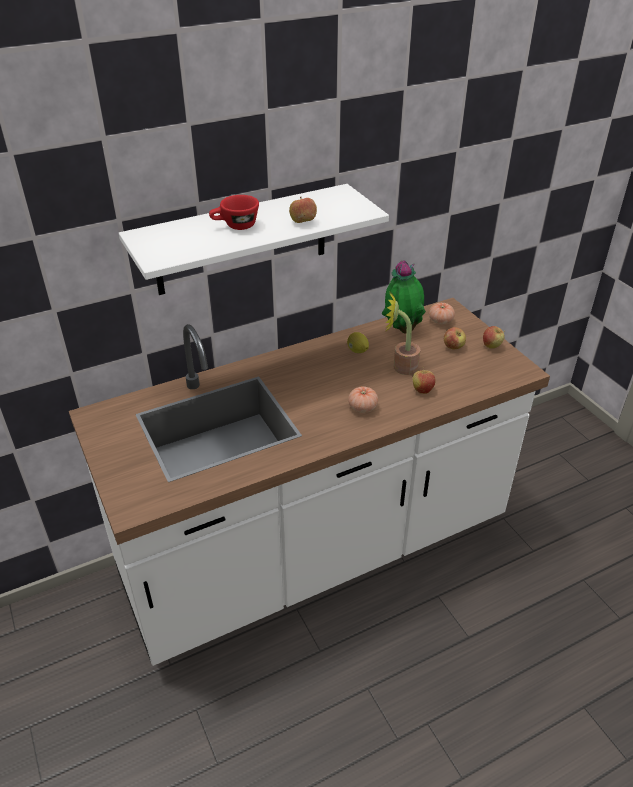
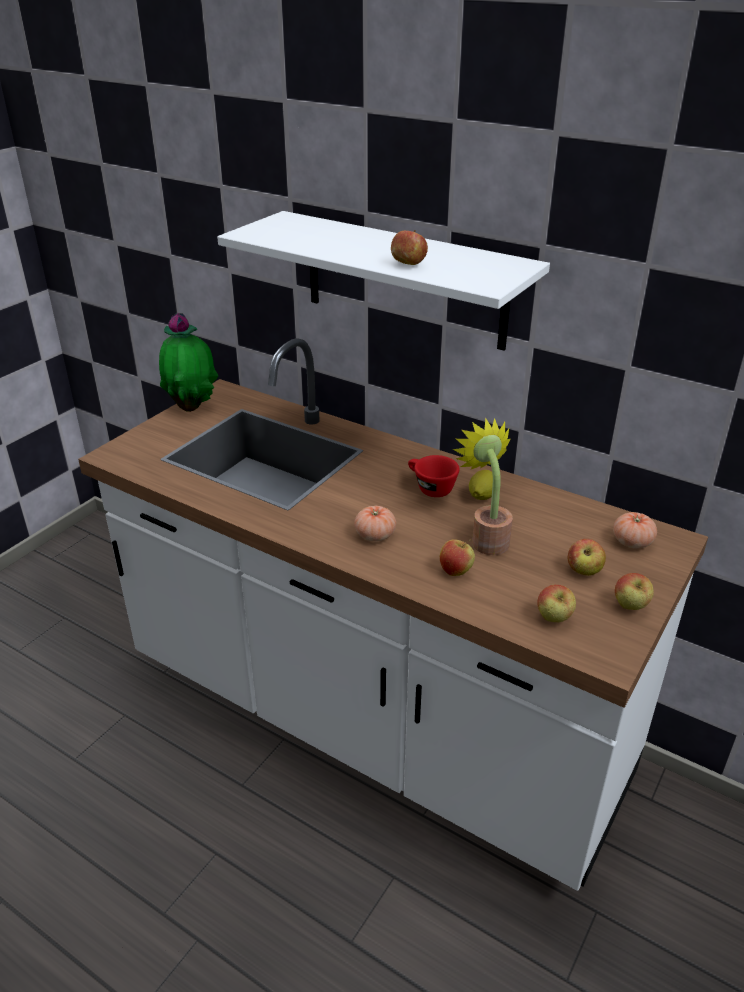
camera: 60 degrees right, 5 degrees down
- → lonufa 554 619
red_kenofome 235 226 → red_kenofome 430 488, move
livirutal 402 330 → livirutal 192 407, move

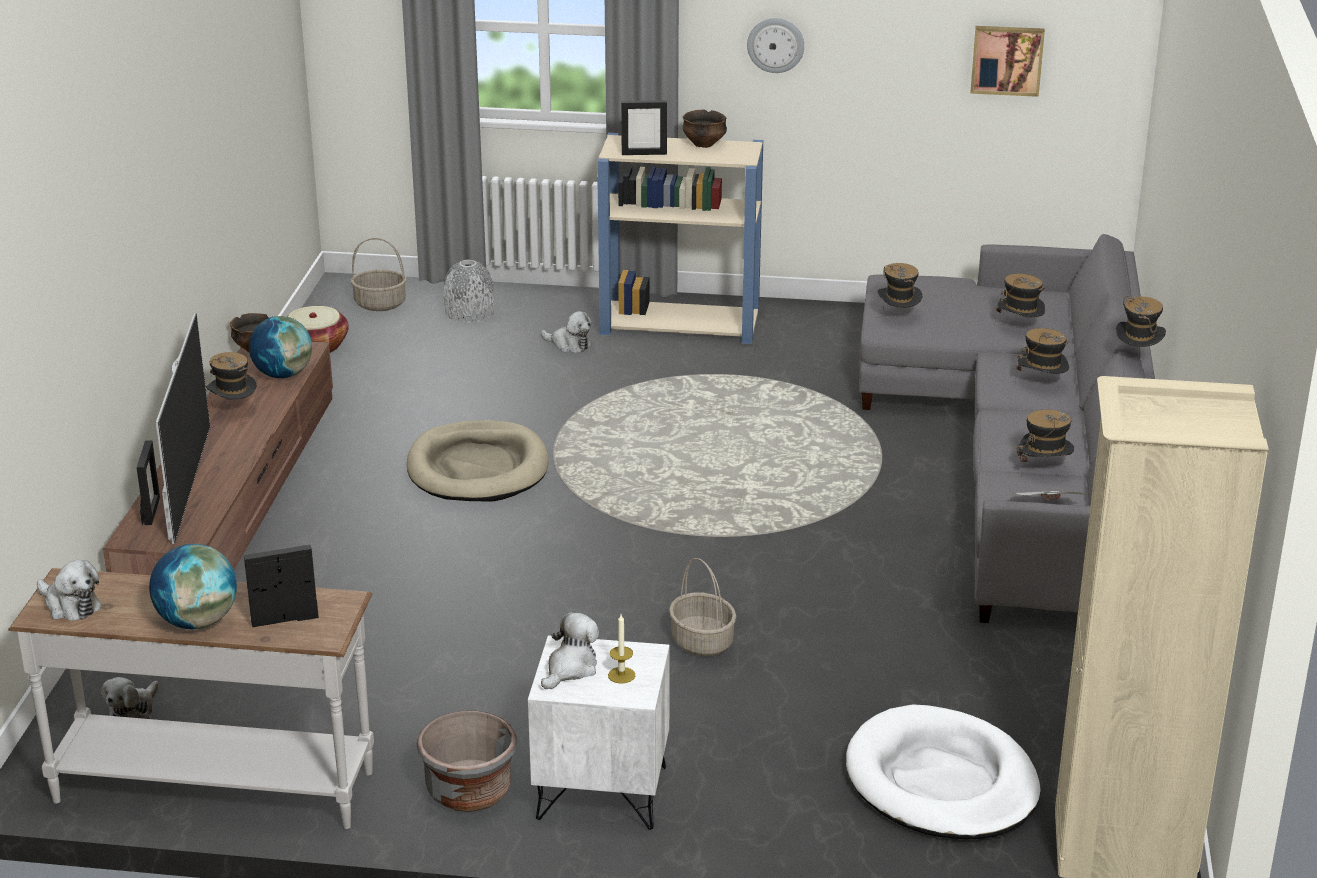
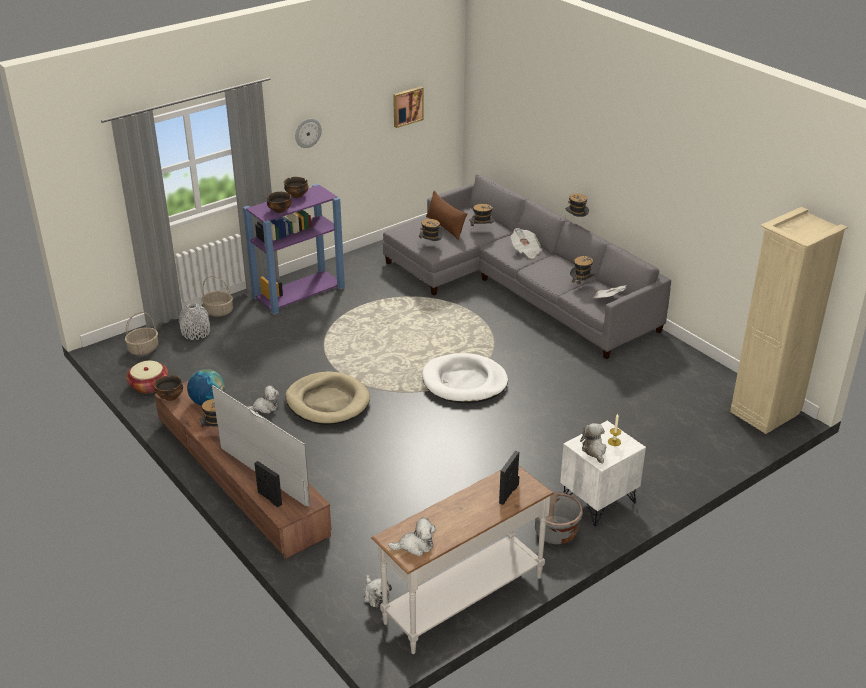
camera: 45 degrees left, 5 degrees up
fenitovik 197 621 → -
- → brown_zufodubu 445 227
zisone 569 345 → zisone 265 407, move
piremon 701 642 → piremon 218 311, move
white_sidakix 941 782 → white_sidakix 464 382, move
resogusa 644 153 → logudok 280 210
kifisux 1040 386 → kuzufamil 525 251
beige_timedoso 681 323 → purple_timedoso 299 292

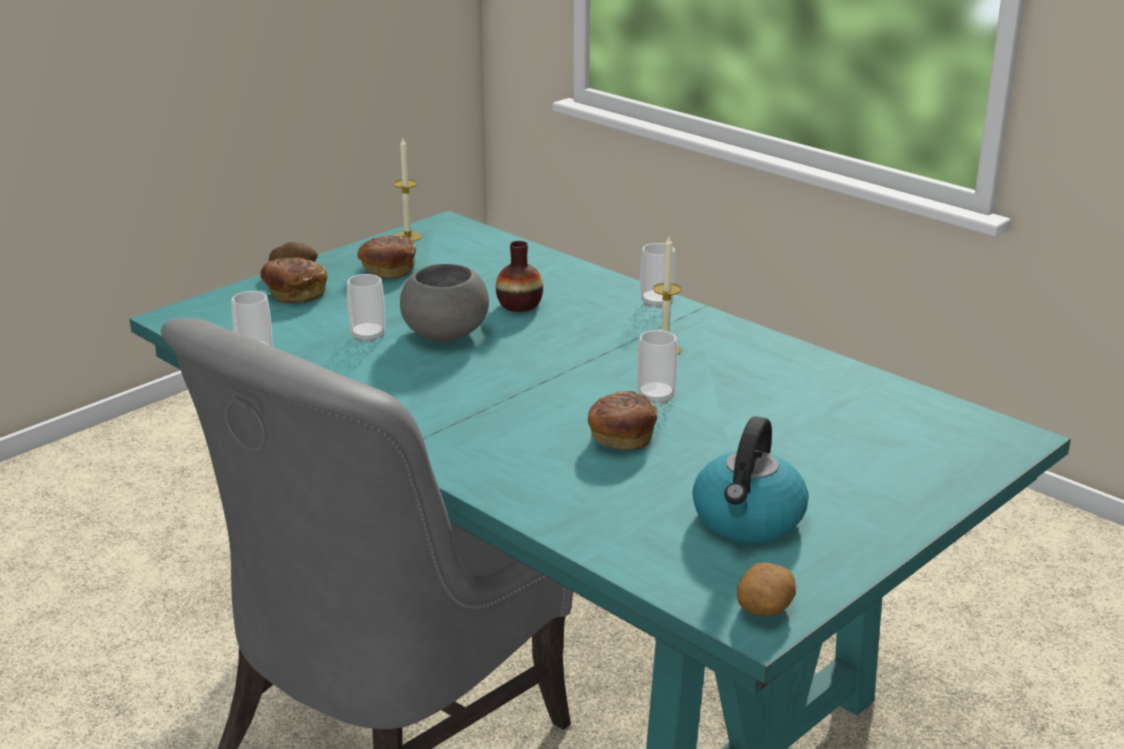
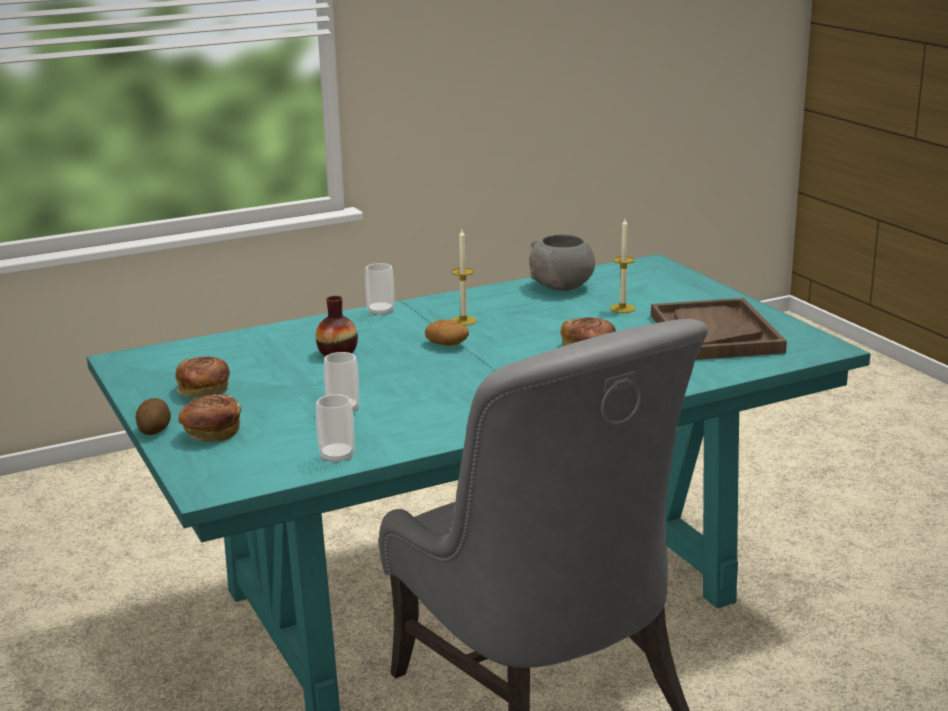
camera: 70 degrees left, 5 degrees down
kenofome 656 397 → -
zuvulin 407 237 → zuvulin 622 308, move
grey_logudok 445 334 → grey_logudok 562 287, move
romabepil 765 607 → romabepil 447 344, move
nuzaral 748 520 → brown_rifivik 715 333

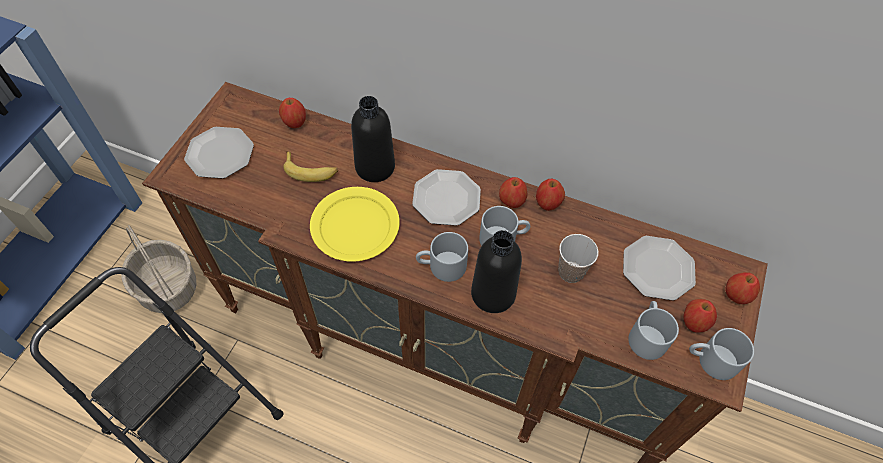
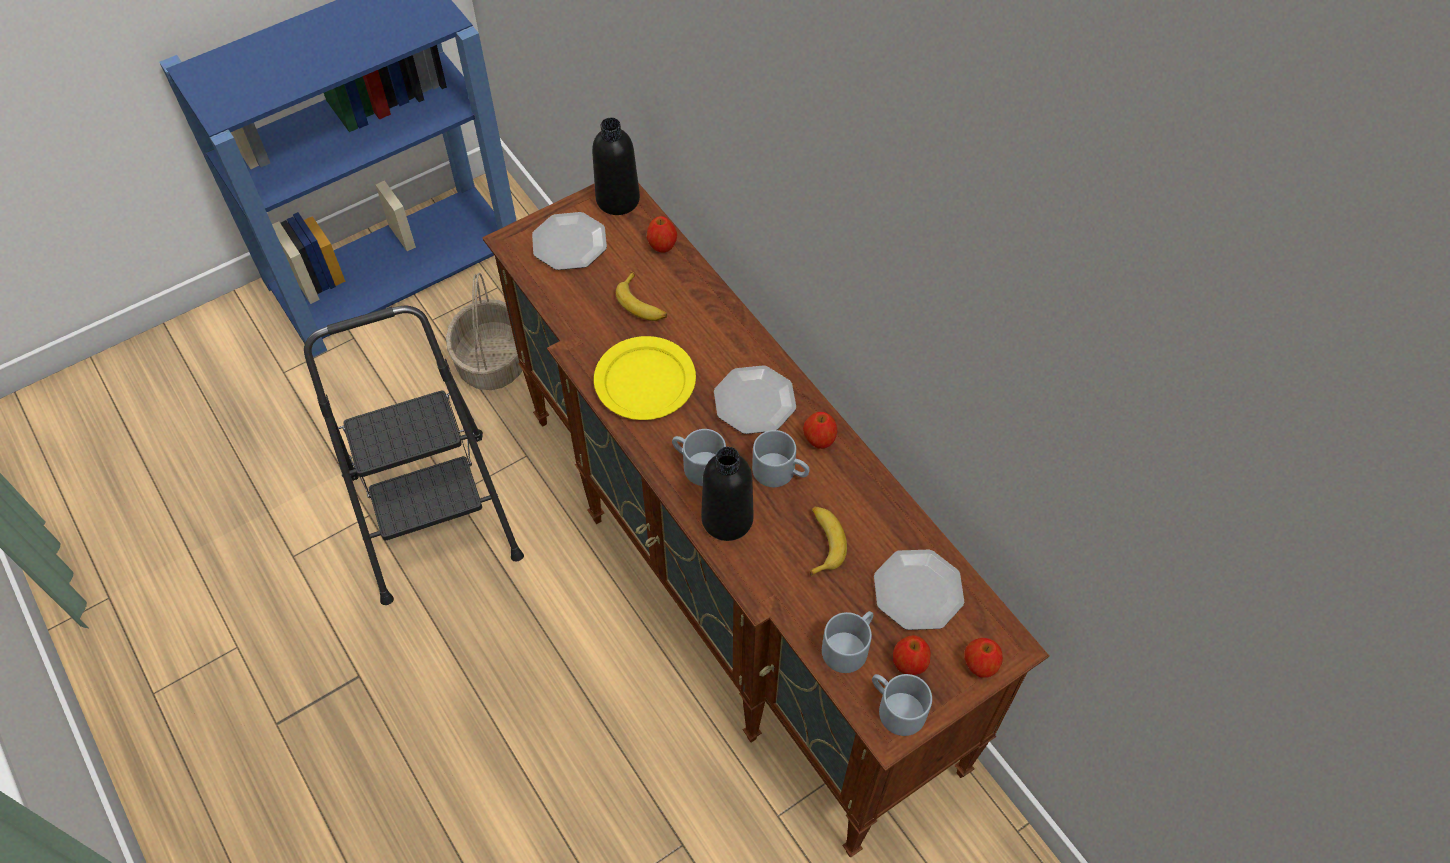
camera: 35 degrees right, 0 degrees up
lonufa 547 203 → -
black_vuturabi 375 167 → black_vuturabi 618 199, move
kenofome 570 272 → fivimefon 822 542

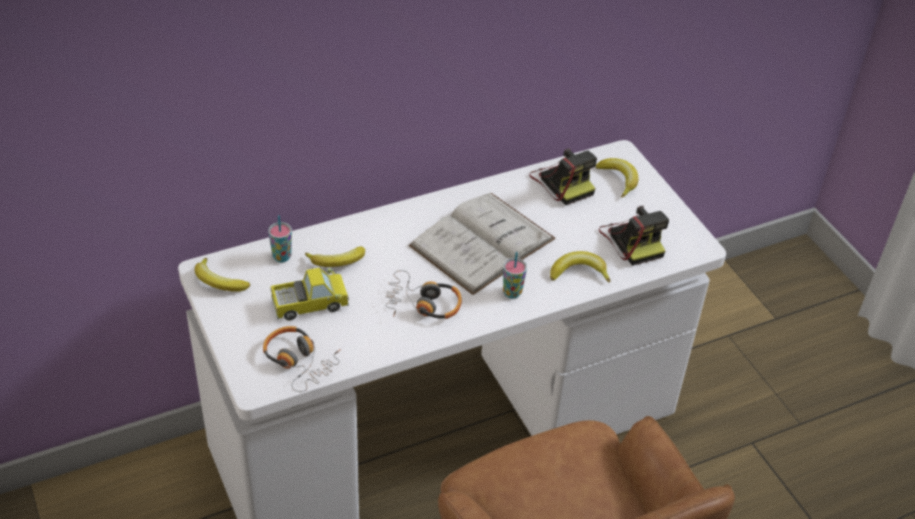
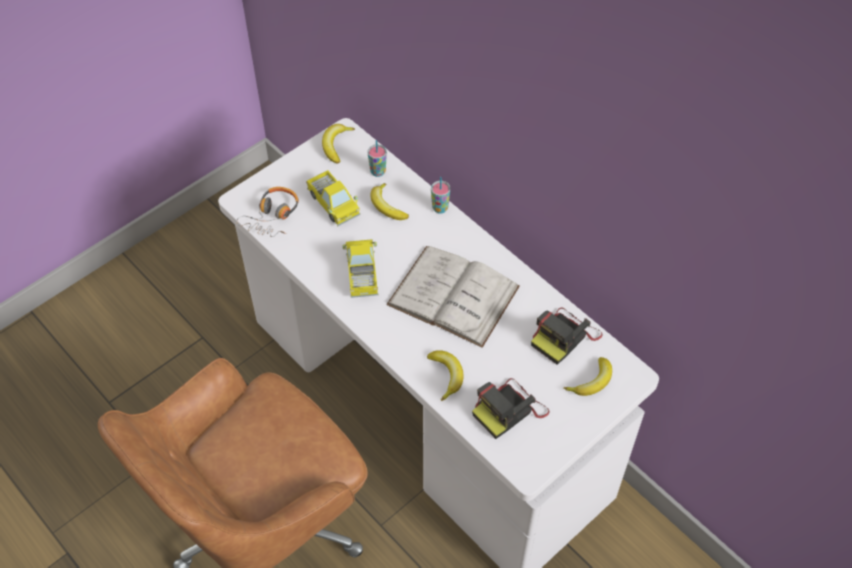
camera: 75 degrees right, 10 degrees up
kenofome 512 293 → kenofome 440 208, move
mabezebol 423 304 → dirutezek 362 274

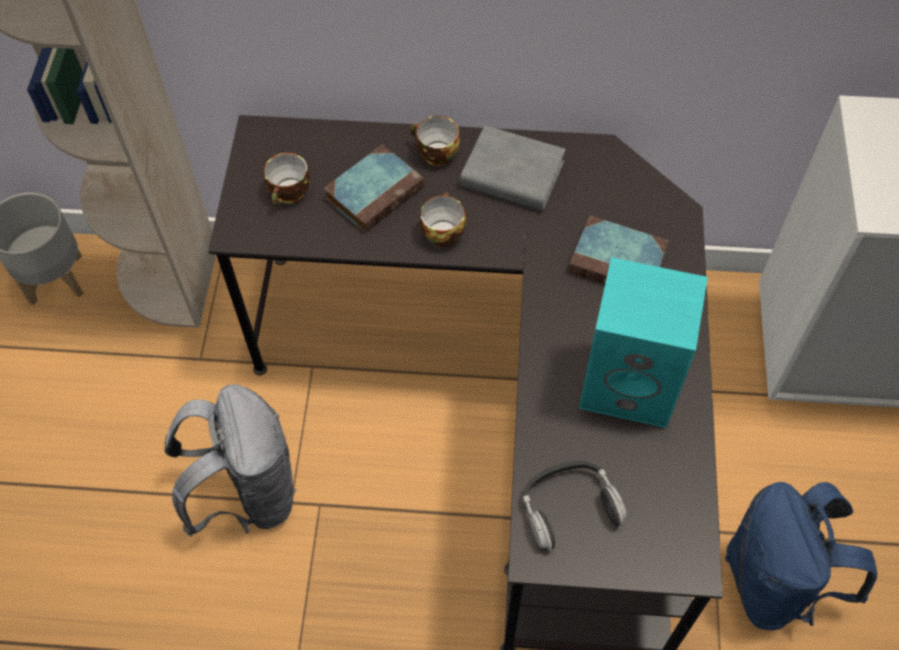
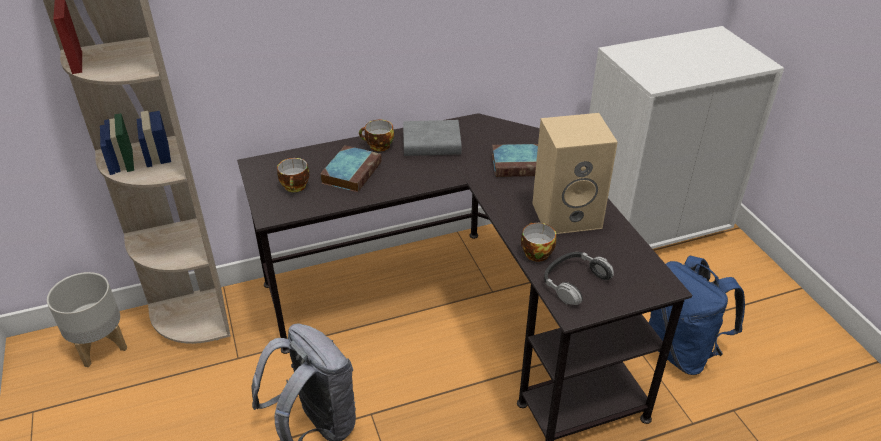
camera: 25 degrees left, 20 degrees down
kenofome 442 232 → kenofome 535 252, move
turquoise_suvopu 632 382 → beige_suvopu 567 214

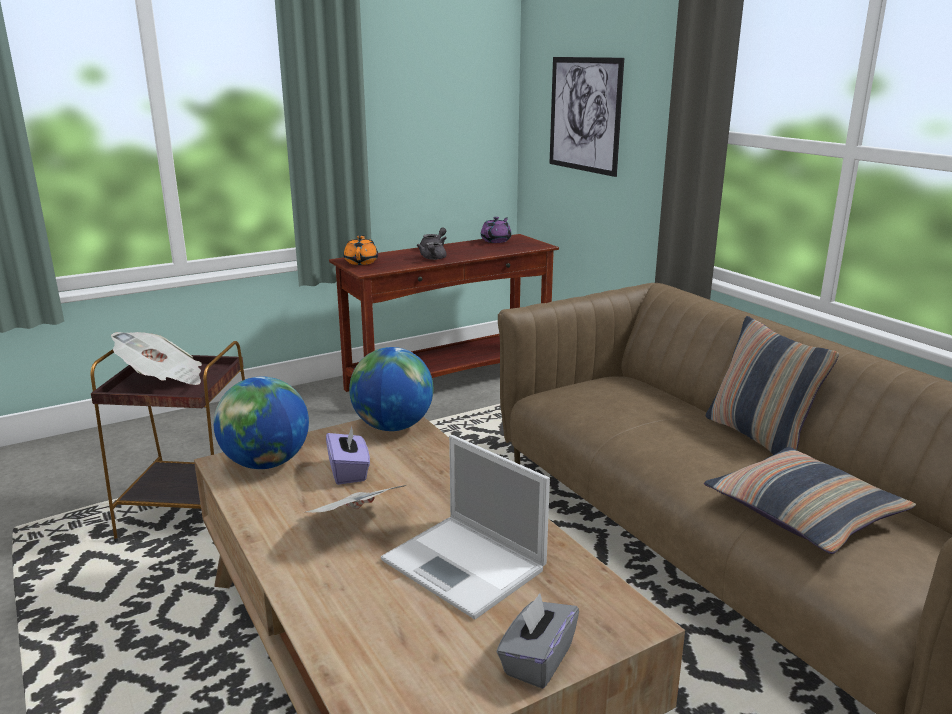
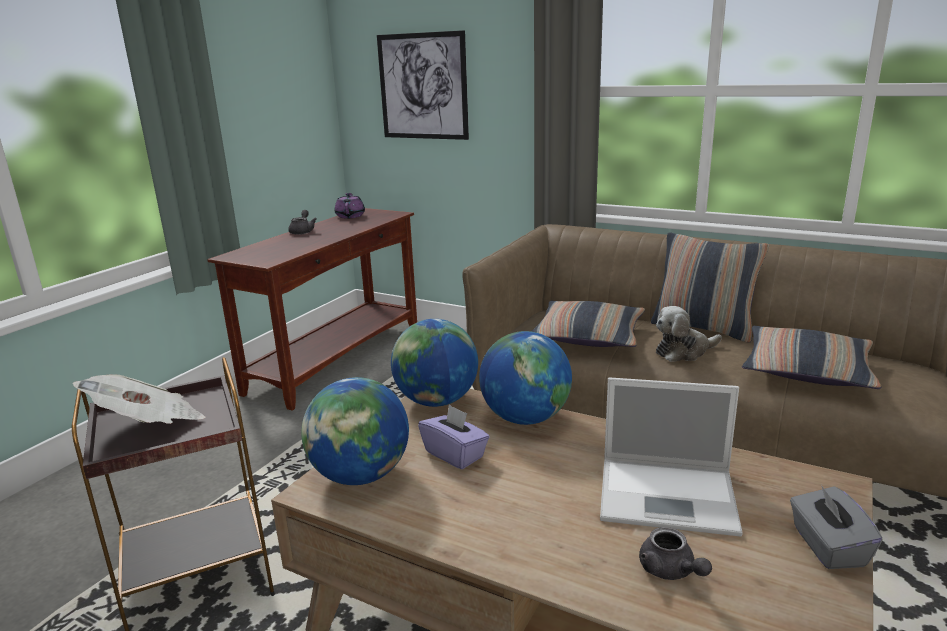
camera: 30 degrees left, 0 degrees up
kuzufamil 356 524 → -
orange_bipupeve 361 262 → -
- → fenitovik 525 418
- → zufodubu 588 336
- → zisone 683 352
grey_bipupeve 433 259 → grey_bipupeve 670 571, move

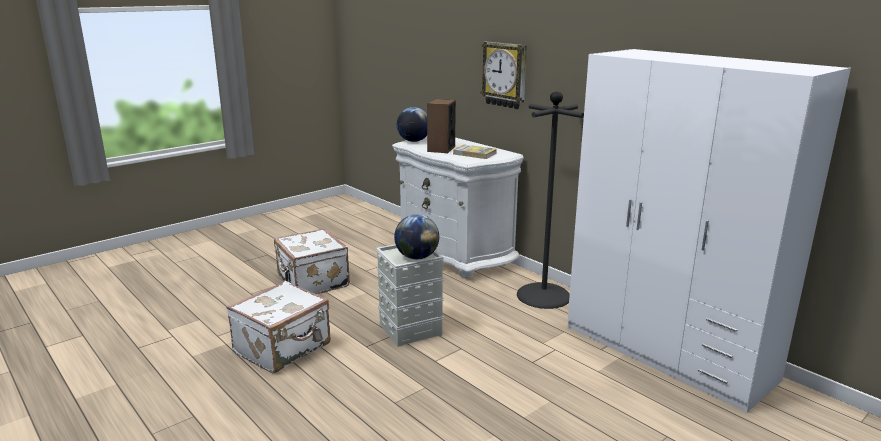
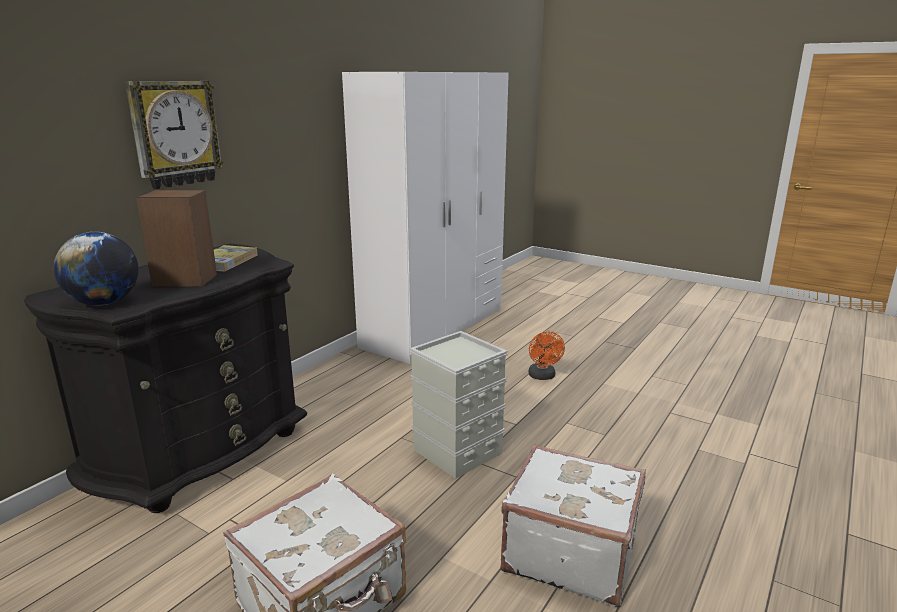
camera: 105 degrees left, 0 degrees up
fenitovik 416 257 → -
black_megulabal 543 296 → -
- → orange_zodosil 543 377
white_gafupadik 452 256 → black_gafupadik 205 454

